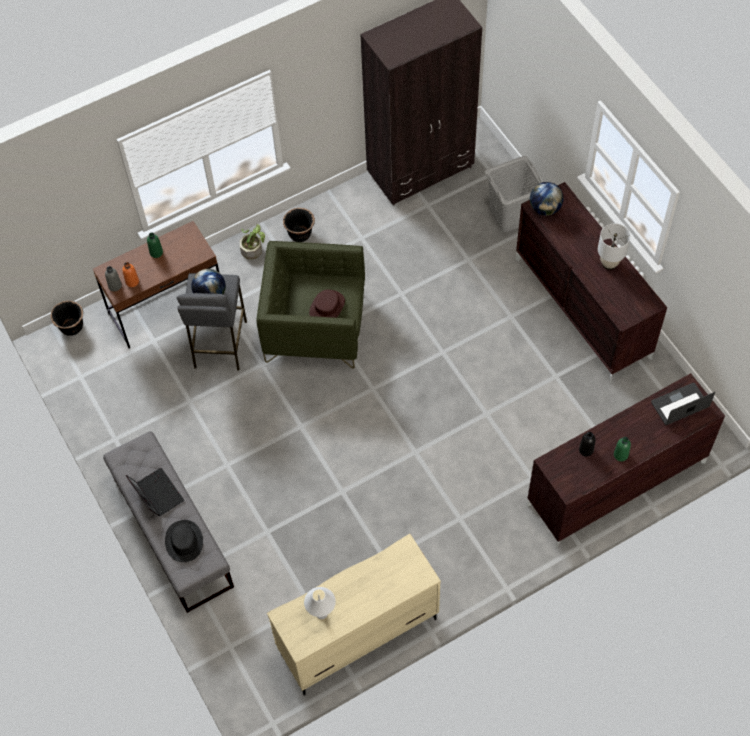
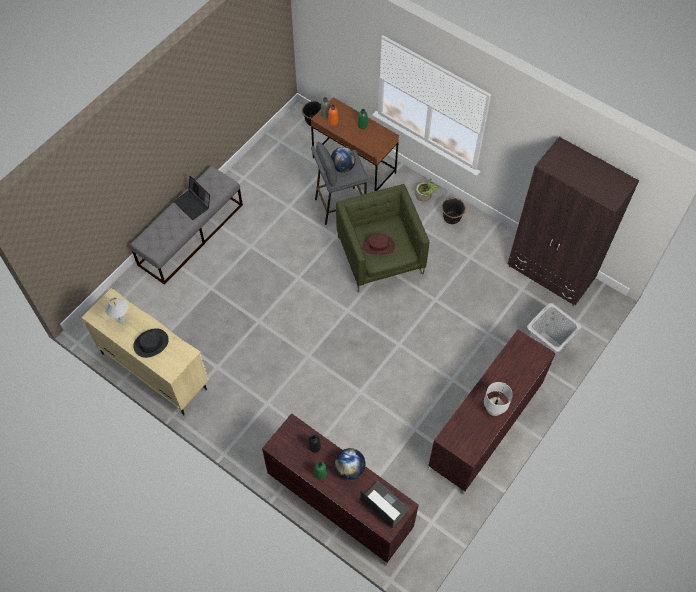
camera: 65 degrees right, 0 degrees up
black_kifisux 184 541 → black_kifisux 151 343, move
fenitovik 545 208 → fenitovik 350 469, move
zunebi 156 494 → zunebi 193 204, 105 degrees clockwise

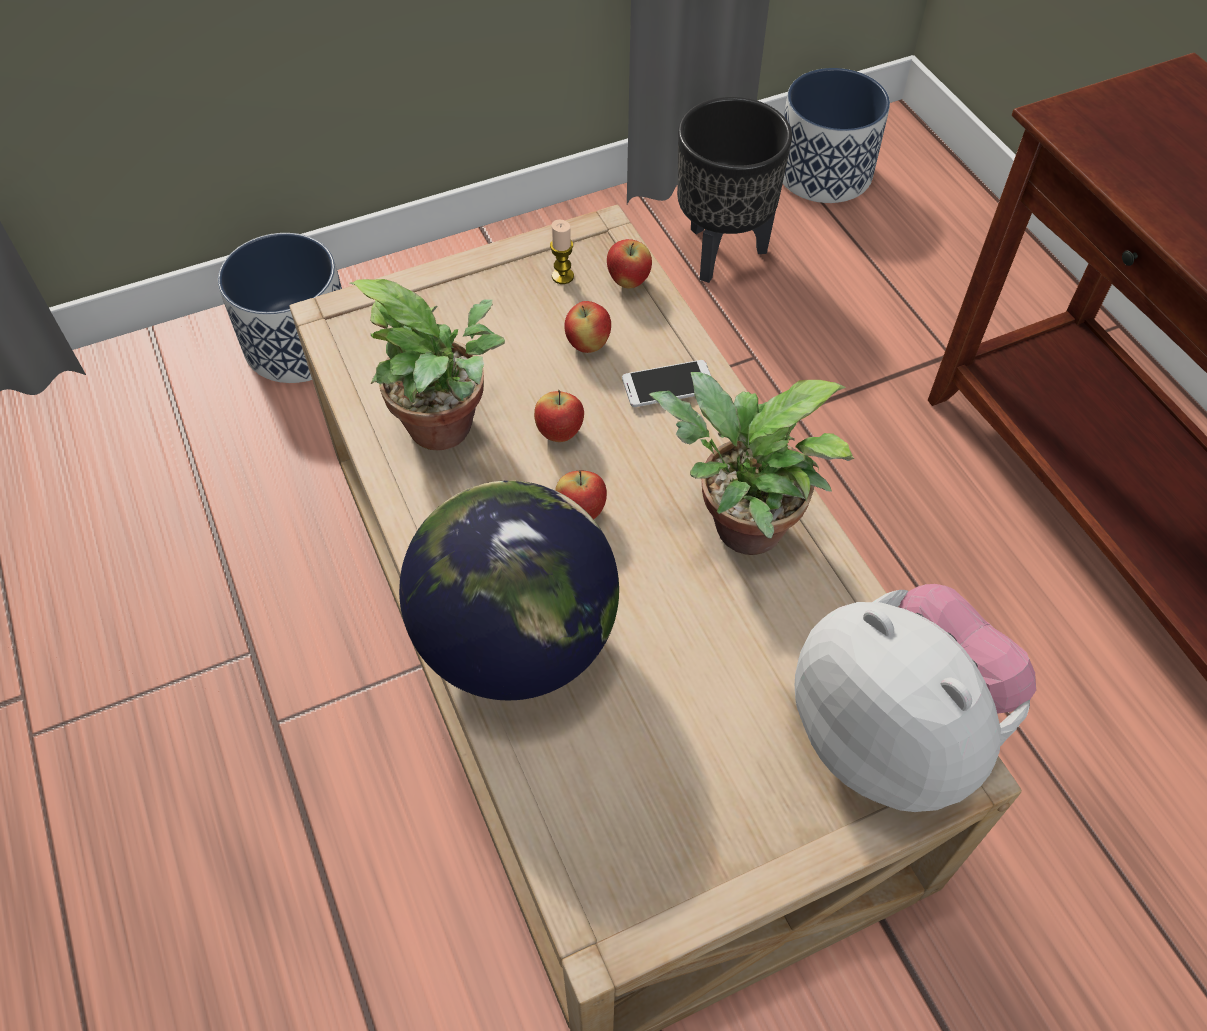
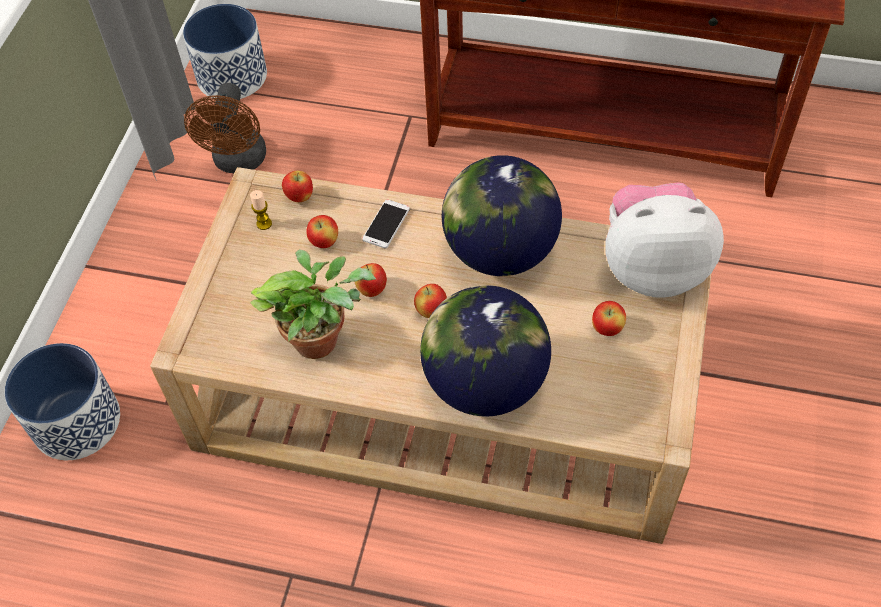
camera: 50 degrees left, 0 degrees up
- → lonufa 607 328
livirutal 739 529 → fenitovik 500 252
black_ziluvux 722 253 → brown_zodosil 239 162

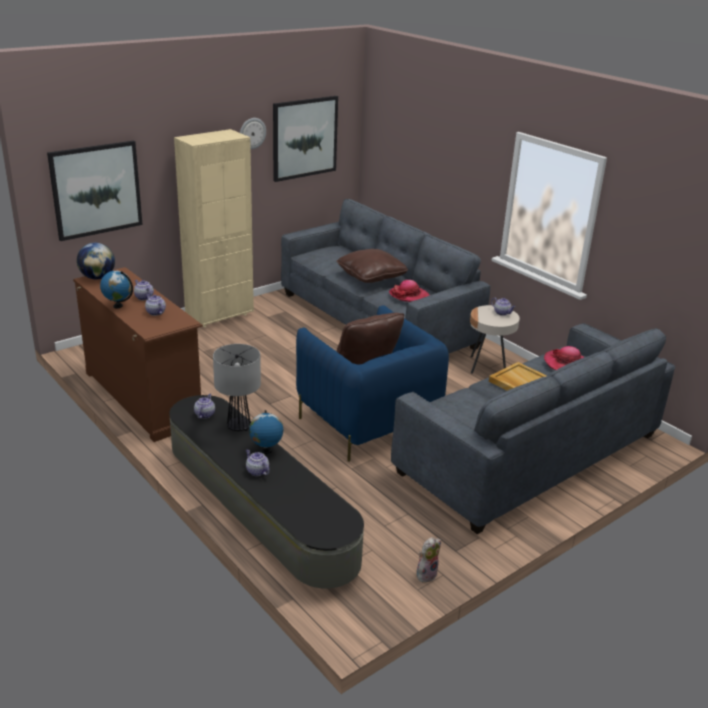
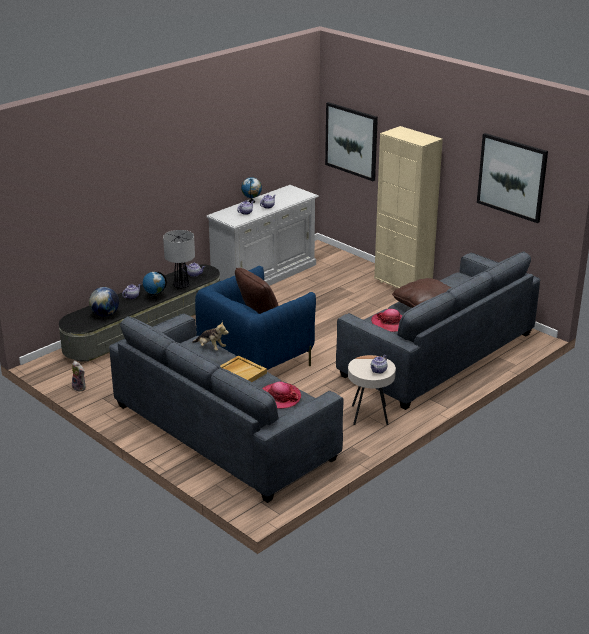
camera: 85 degrees right, 0 degrees up
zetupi 252 133 → -
- → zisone 210 348
fenitovik 97 277 → fenitovik 105 314, move
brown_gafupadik 142 397 → white_gafupadik 264 275

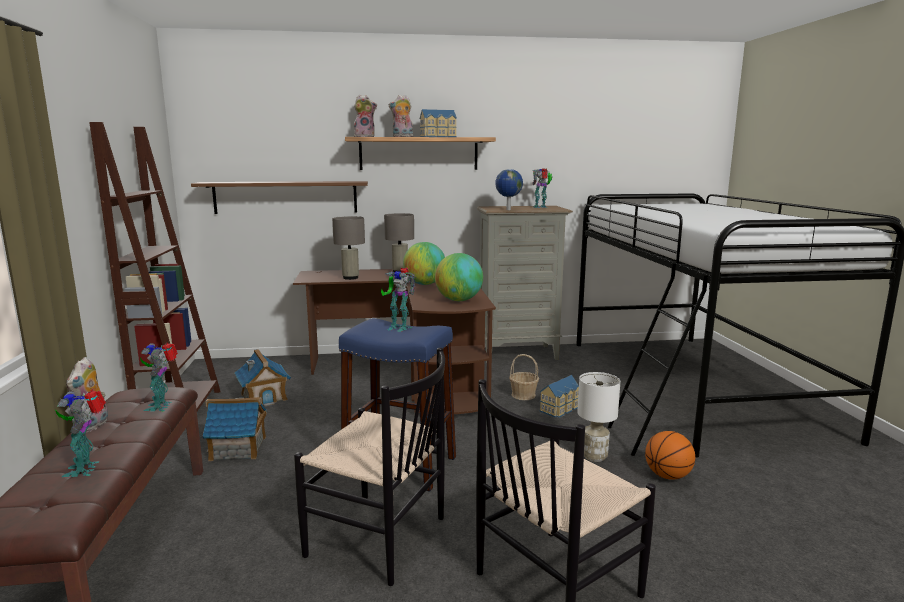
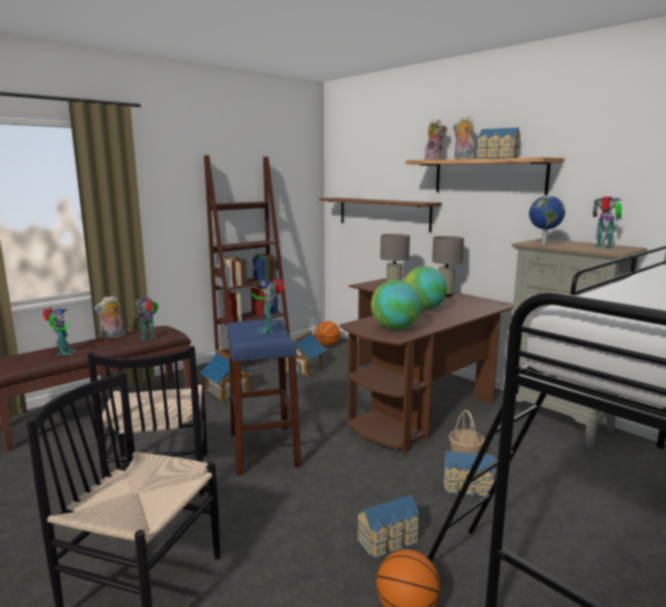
camera: 55 degrees right, 0 degrees up
- → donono 327 345
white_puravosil 595 456 → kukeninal 389 541
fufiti 86 468 → fufiti 63 353, 135 degrees clockwise

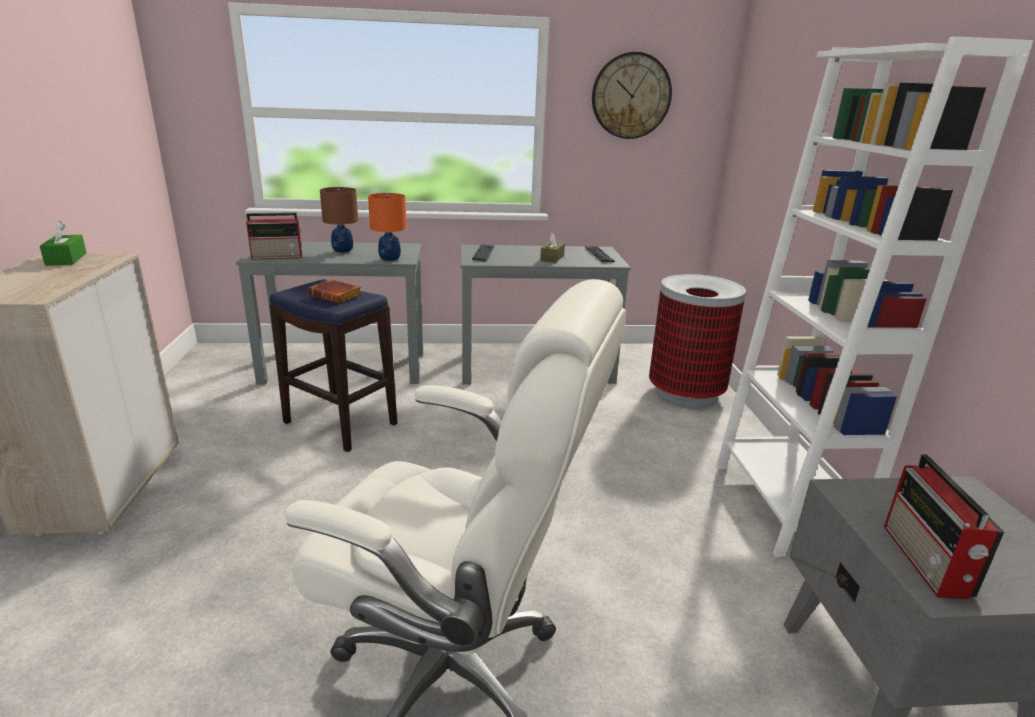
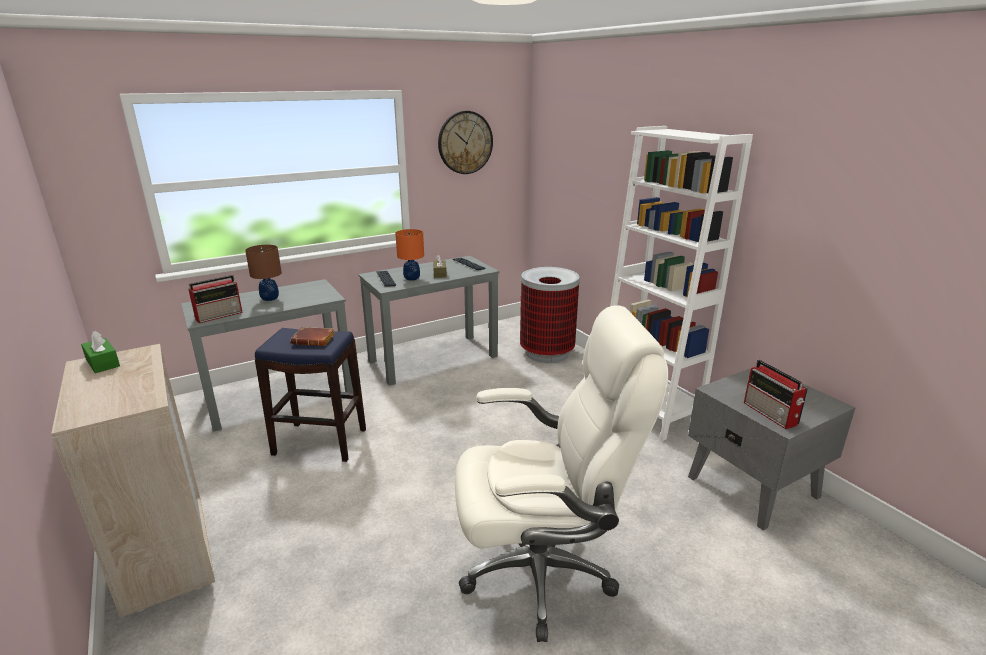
camera: 25 degrees left, 0 degrees up
orange_puravosil 390 259 → orange_puravosil 412 279, move

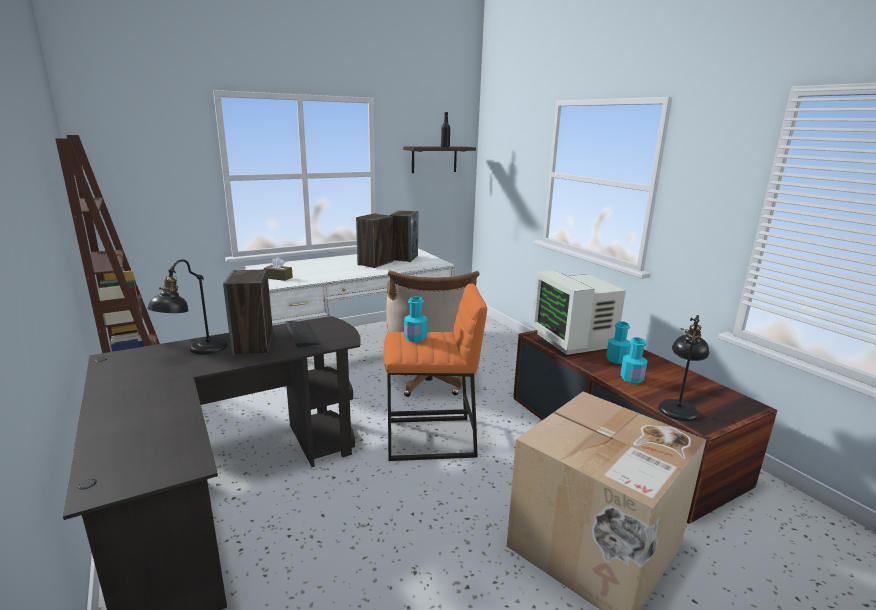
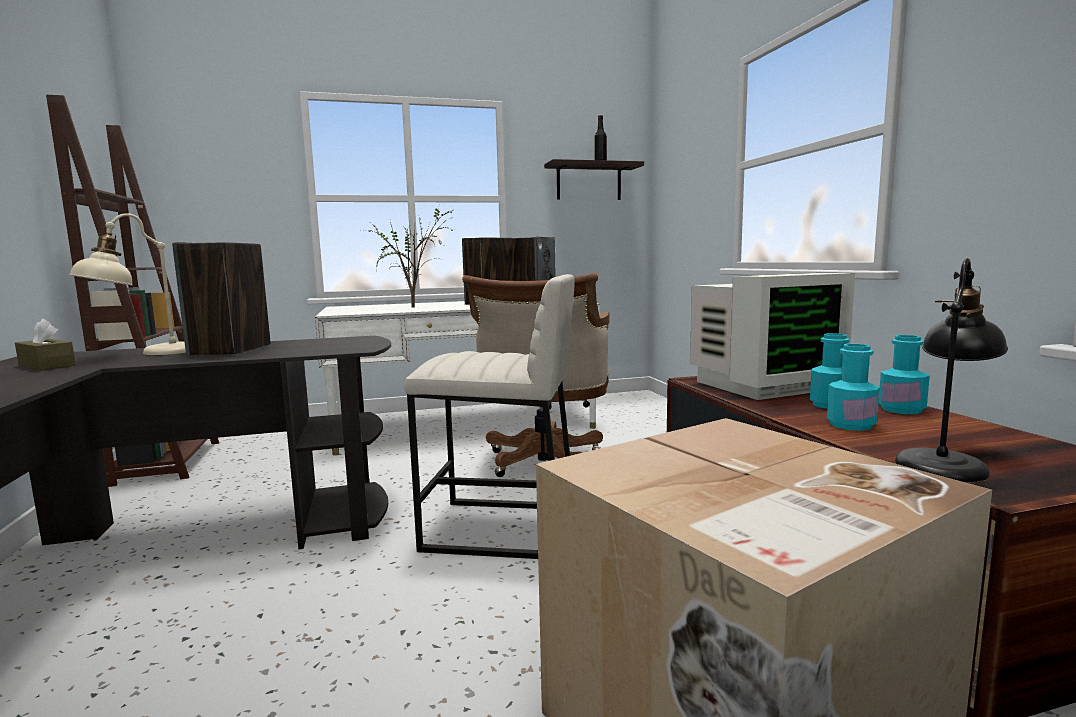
camera: 15 degrees right, 10 degrees down
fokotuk 302 334 → -
- → livirutal 416 307
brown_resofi 278 277 → brown_resofi 47 365, move
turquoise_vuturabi 415 338 → turquoise_vuturabi 901 409, move
black_puravosil 195 352 → beige_puravosil 147 354
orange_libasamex 430 438 → beige_libasamex 502 528
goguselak 574 340 → goguselak 760 385, 105 degrees counterclockwise

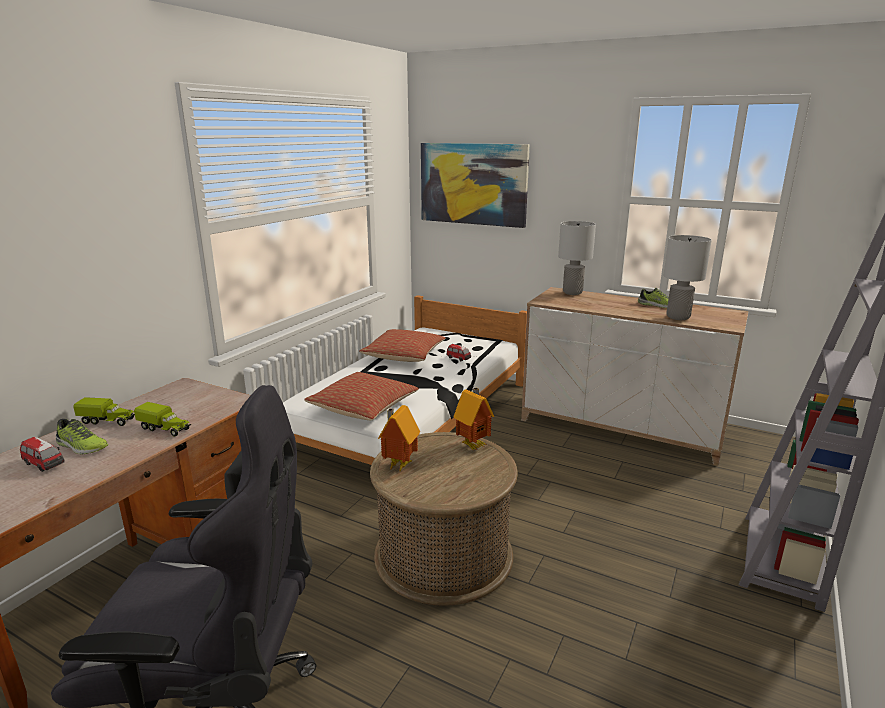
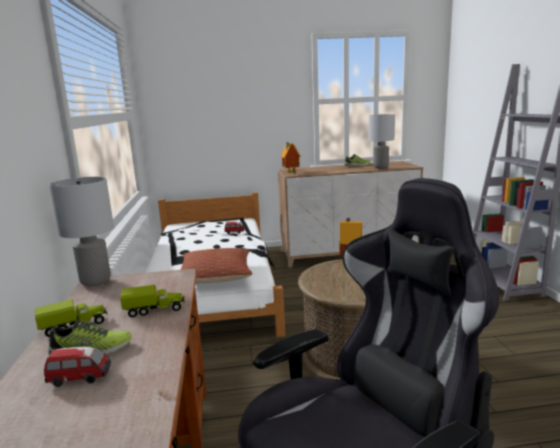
camera: 35 degrees left, 5 degrees down
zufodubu 404 355 → -
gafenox 473 184 → -
kukeninal 398 465 → kukeninal 290 173, move
grey_puravosil 572 293 → grey_puravosil 95 282, move

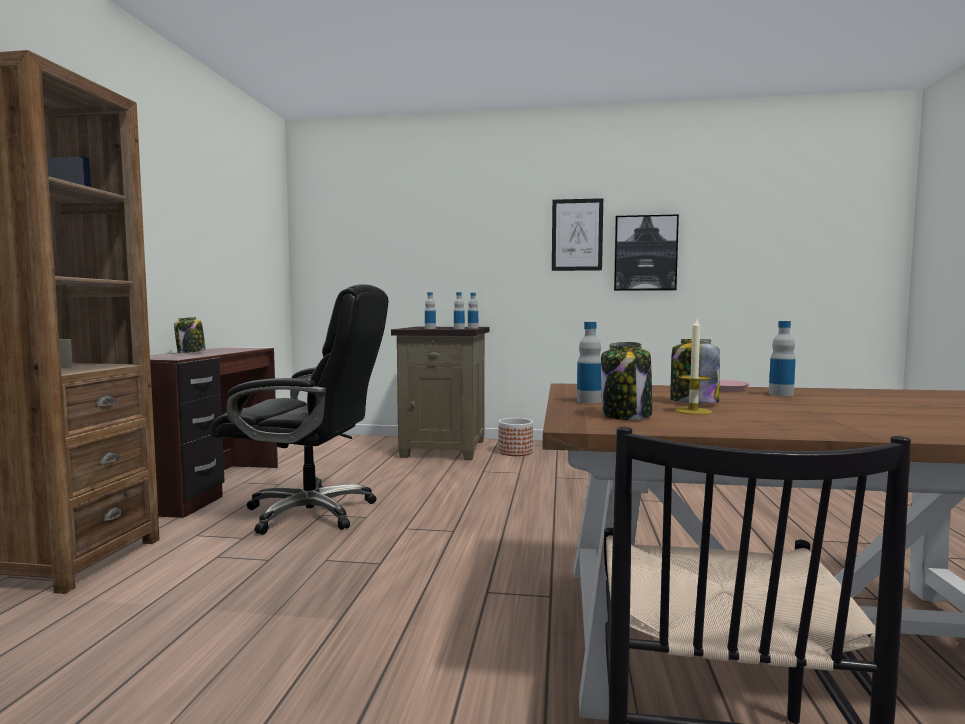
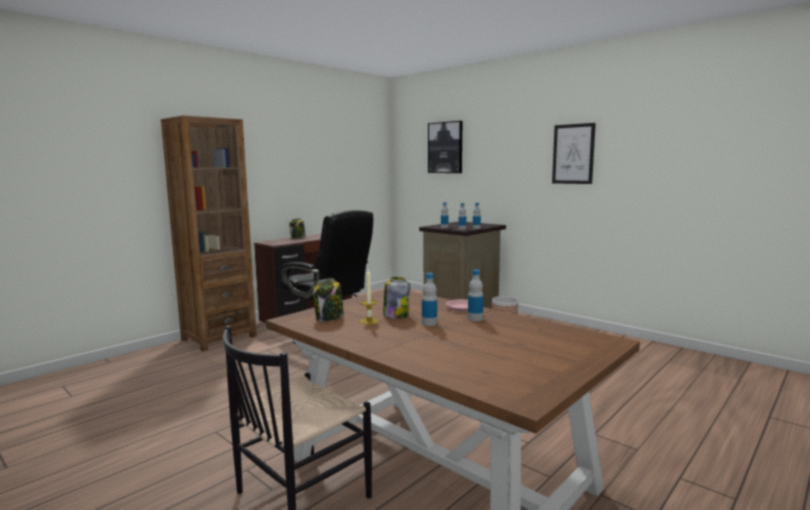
camera: 35 degrees right, 5 degrees up
vuturabi 589 401 → vuturabi 429 323, move
gafenox 645 253 → gafenox 445 147, move

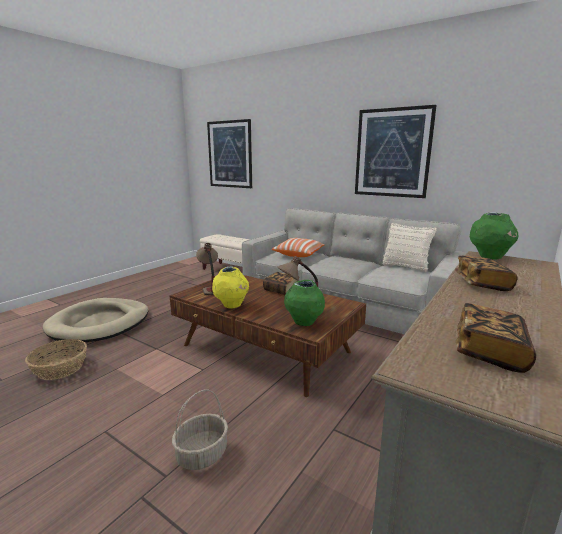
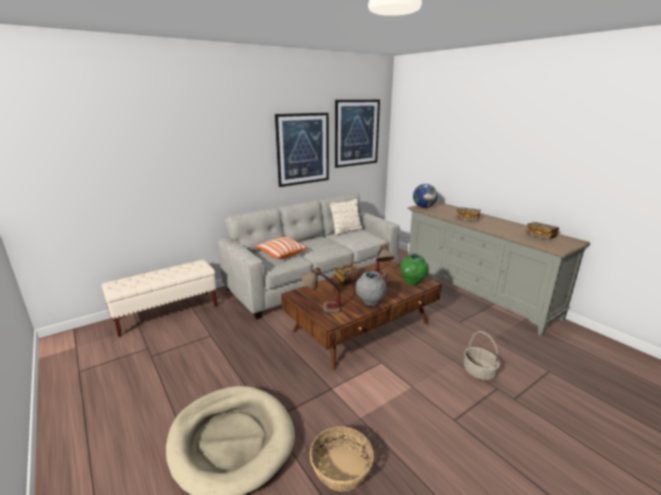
camera: 70 degrees left, 5 degrees up
gafenox 230 154 → gafenox 356 133, move
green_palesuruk 489 257 → fenitovik 424 207
yellow_palesuruk 231 305 → grey_palesuruk 370 303

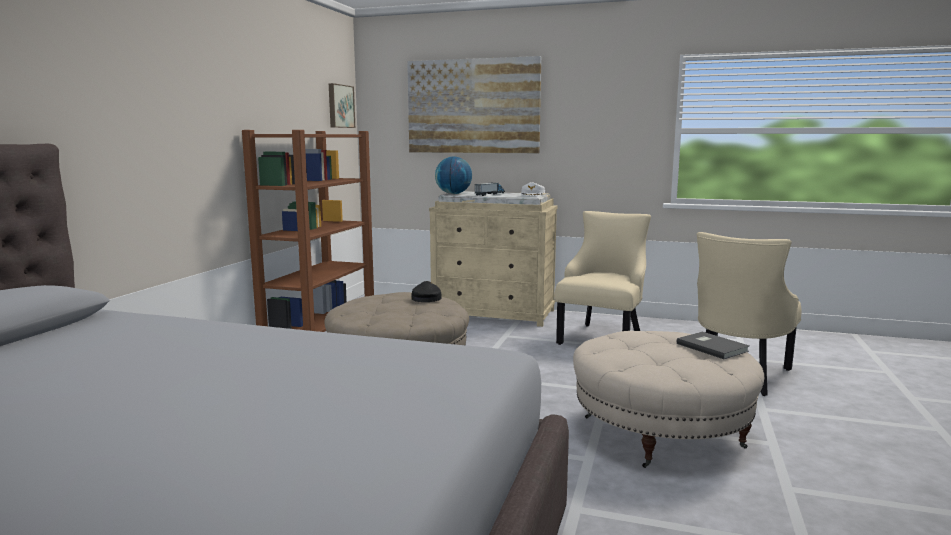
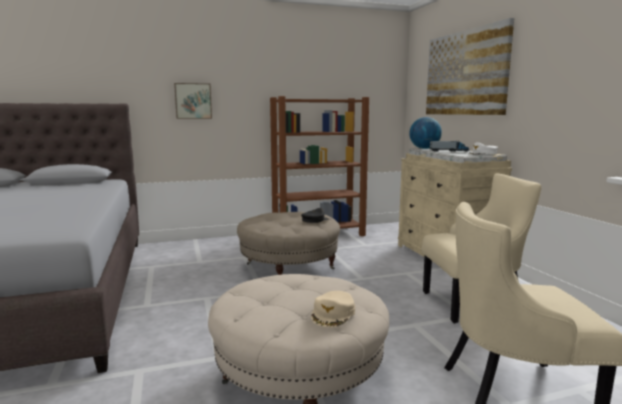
camera: 55 degrees right, 0 degrees up
gafenox 340 106 → gafenox 193 101, move
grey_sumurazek 712 347 → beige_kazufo 333 314

